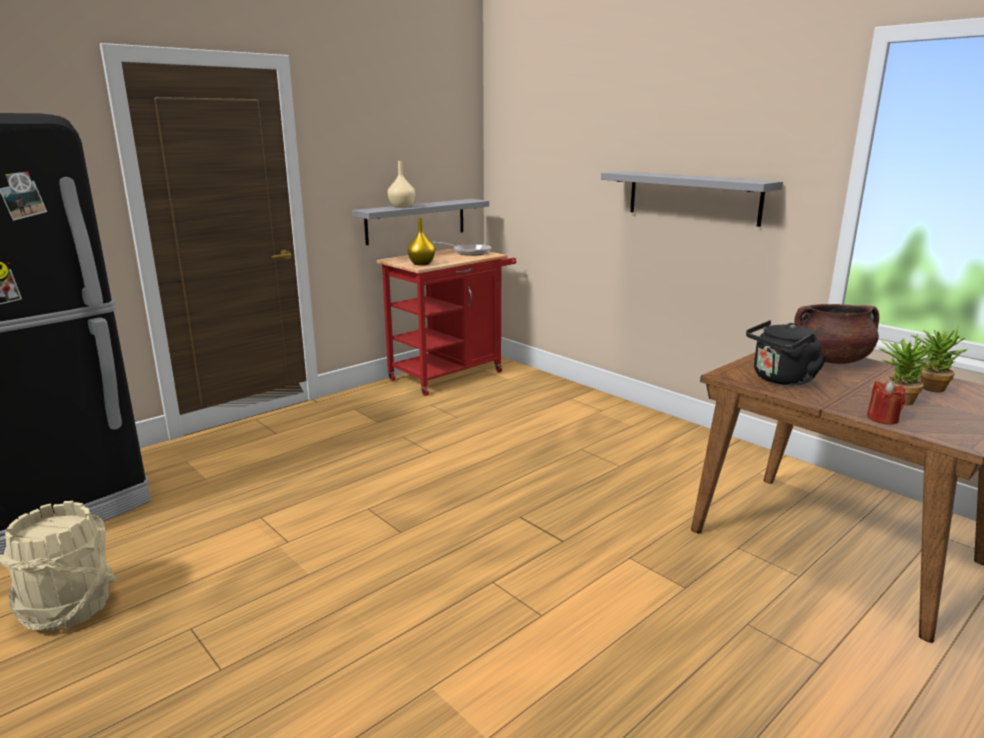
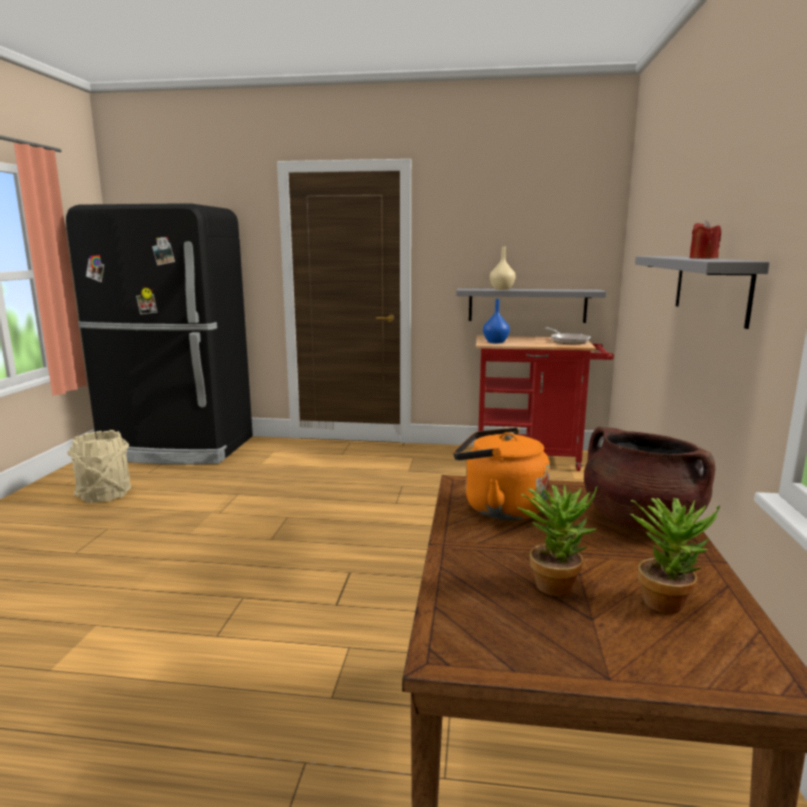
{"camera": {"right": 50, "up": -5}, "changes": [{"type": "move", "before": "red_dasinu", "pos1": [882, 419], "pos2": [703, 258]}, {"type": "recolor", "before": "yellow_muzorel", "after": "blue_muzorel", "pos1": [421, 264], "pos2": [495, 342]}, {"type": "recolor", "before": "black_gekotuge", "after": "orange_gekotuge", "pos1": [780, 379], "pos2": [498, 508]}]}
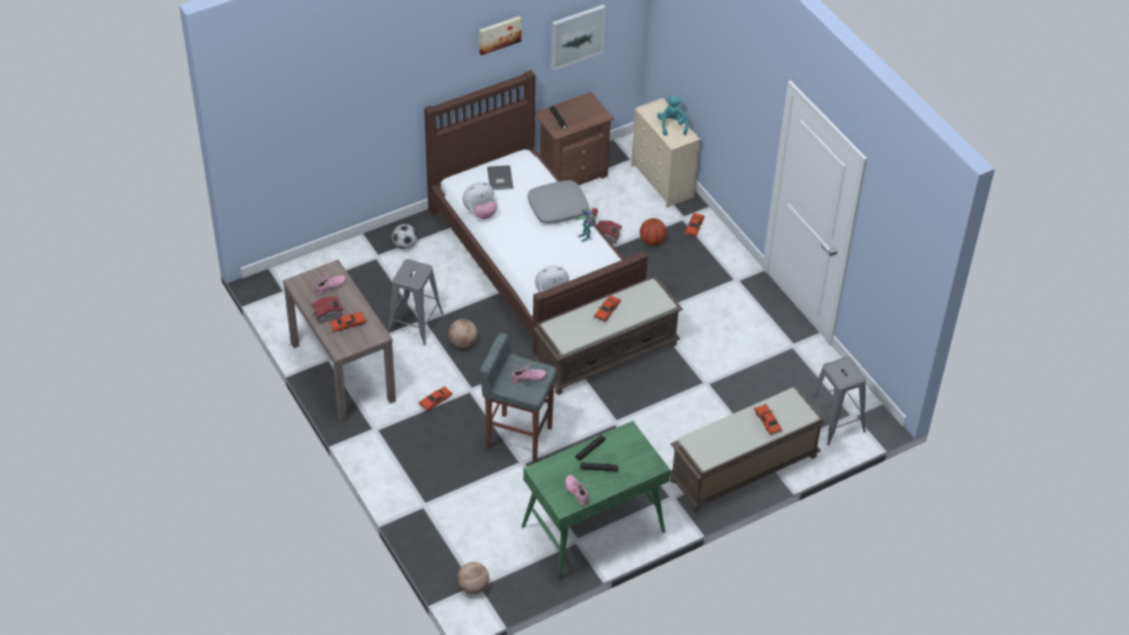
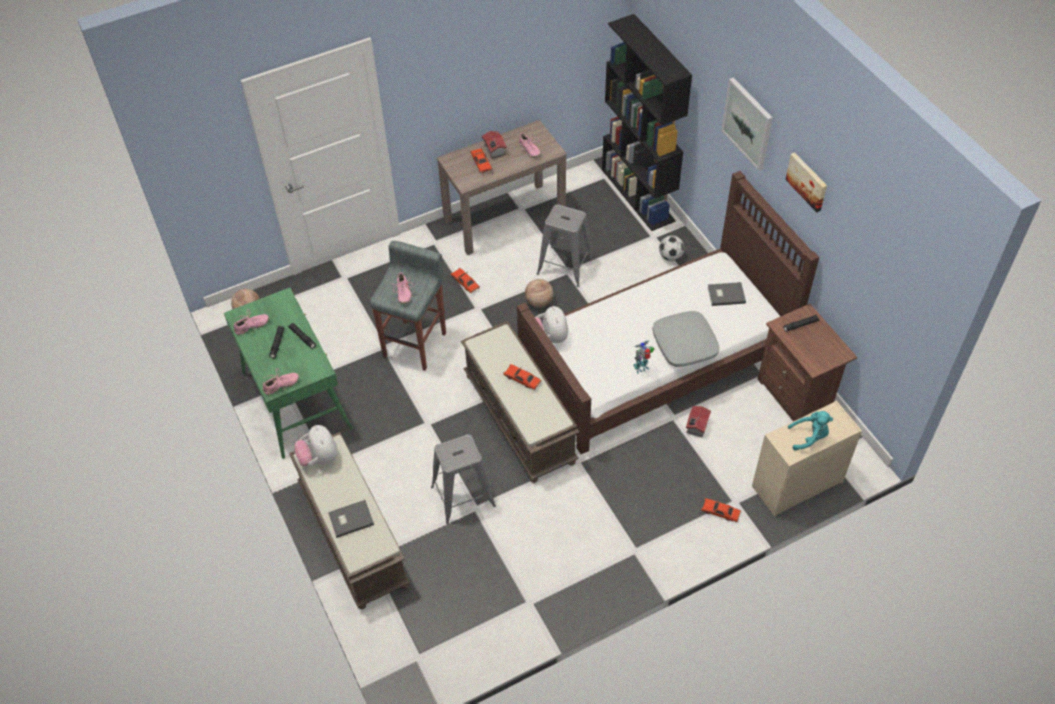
{"camera": {"right": 95, "up": 5}, "changes": [{"type": "delete", "before": "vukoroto", "pos1": [652, 241]}, {"type": "insert", "after": "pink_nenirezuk", "pos2": [281, 385]}, {"type": "insert", "after": "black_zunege", "pos2": [638, 195]}, {"type": "move", "before": "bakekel", "pos1": [480, 213], "pos2": [319, 458]}, {"type": "move", "before": "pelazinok", "pos1": [576, 36], "pos2": [748, 123]}, {"type": "move", "before": "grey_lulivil", "pos1": [834, 421], "pos2": [463, 496]}, {"type": "replace", "before": "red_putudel", "after": "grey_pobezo", "pos1": [767, 422], "pos2": [350, 519]}]}
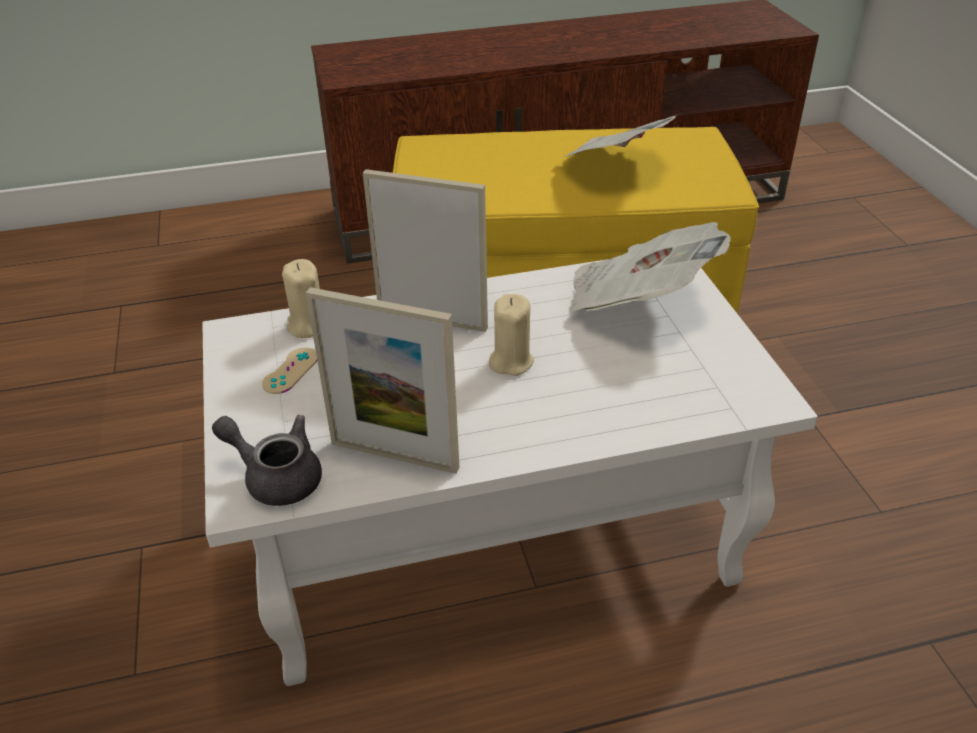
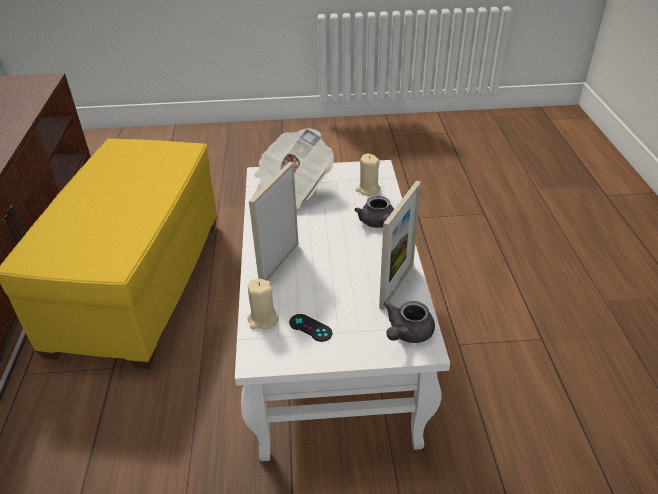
{"camera": {"right": -80, "up": 0}, "changes": [{"type": "delete", "before": "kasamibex", "pos1": [616, 165]}, {"type": "insert", "after": "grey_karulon", "pos2": [378, 223]}, {"type": "move", "before": "beige_dasinu", "pos1": [511, 361], "pos2": [368, 189]}, {"type": "recolor", "before": "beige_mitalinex", "after": "black_mitalinex", "pos1": [290, 371], "pos2": [310, 328]}]}
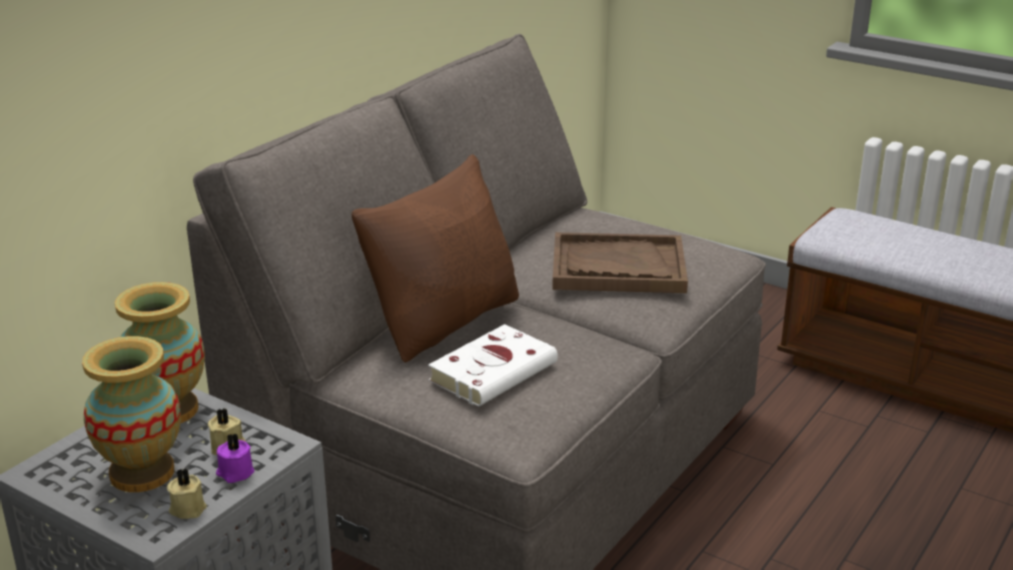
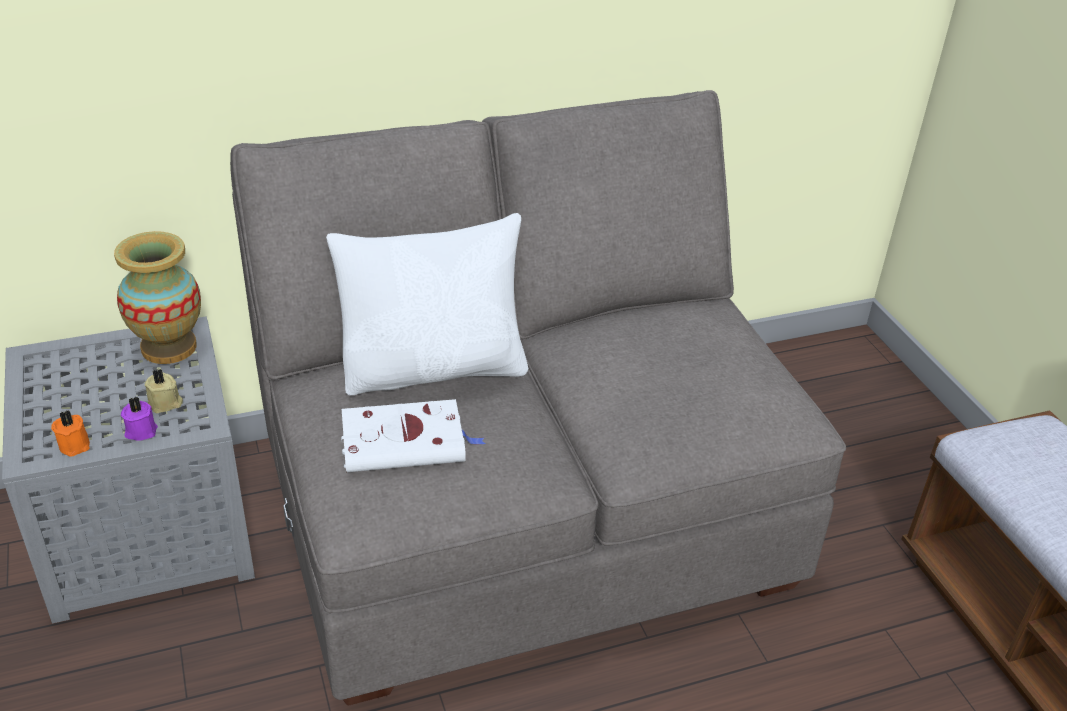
{"camera": {"right": 35, "up": 10}, "changes": [{"type": "delete", "before": "muzorel", "pos1": [141, 473]}, {"type": "delete", "before": "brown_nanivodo", "pos1": [618, 267]}, {"type": "recolor", "before": "beige_dasinu", "after": "orange_dasinu", "pos1": [188, 508], "pos2": [75, 444]}, {"type": "recolor", "before": "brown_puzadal", "after": "white_puzadal", "pos1": [445, 322], "pos2": [435, 369]}]}
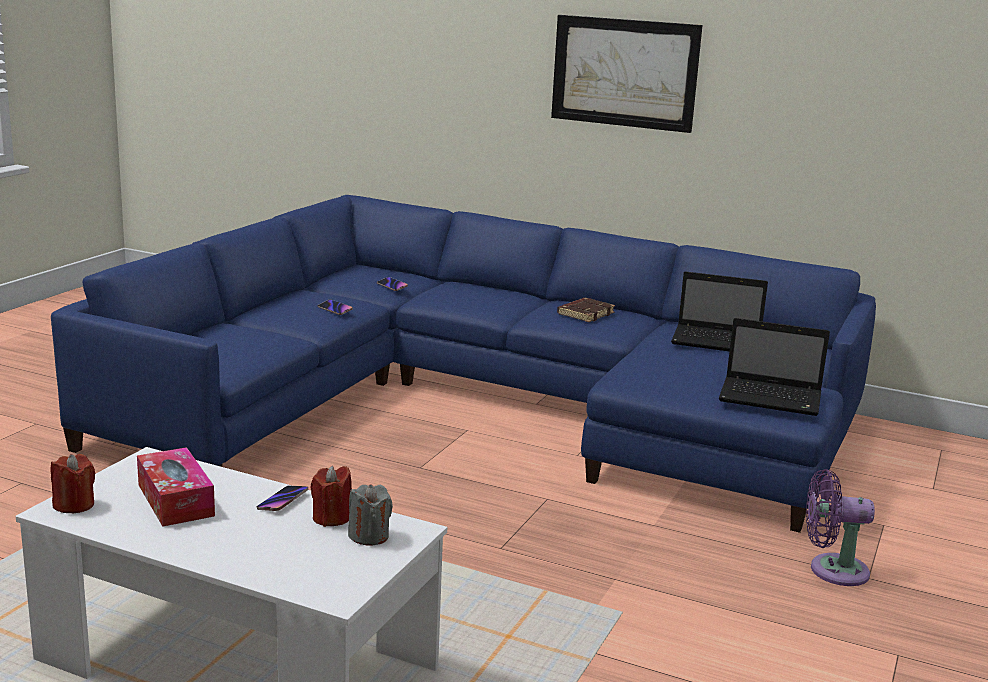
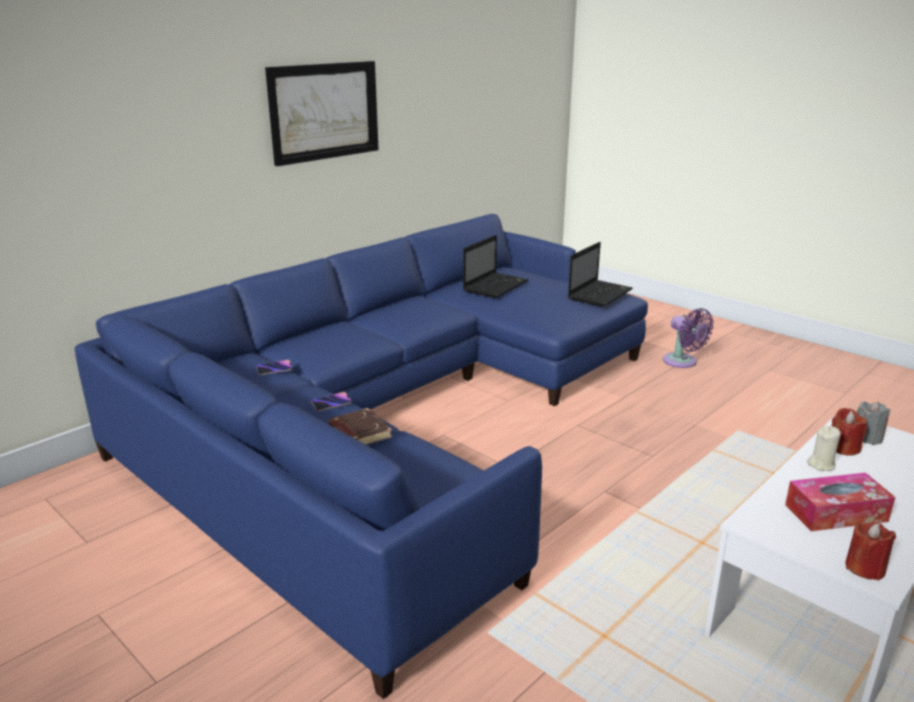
{"camera": {"right": -70, "up": 5}, "changes": [{"type": "move", "before": "brown_pobezo", "pos1": [585, 314], "pos2": [359, 433]}, {"type": "replace", "before": "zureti", "after": "beige_dasinu", "pos1": [283, 501], "pos2": [821, 465]}, {"type": "rotate", "before": "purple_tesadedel", "pos1": [832, 570], "pos2": [682, 362], "turn": -60}]}
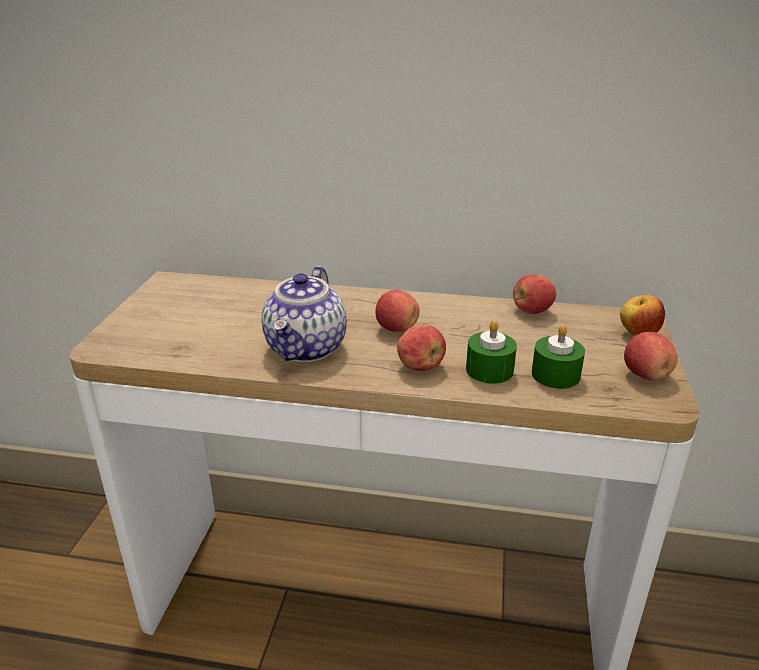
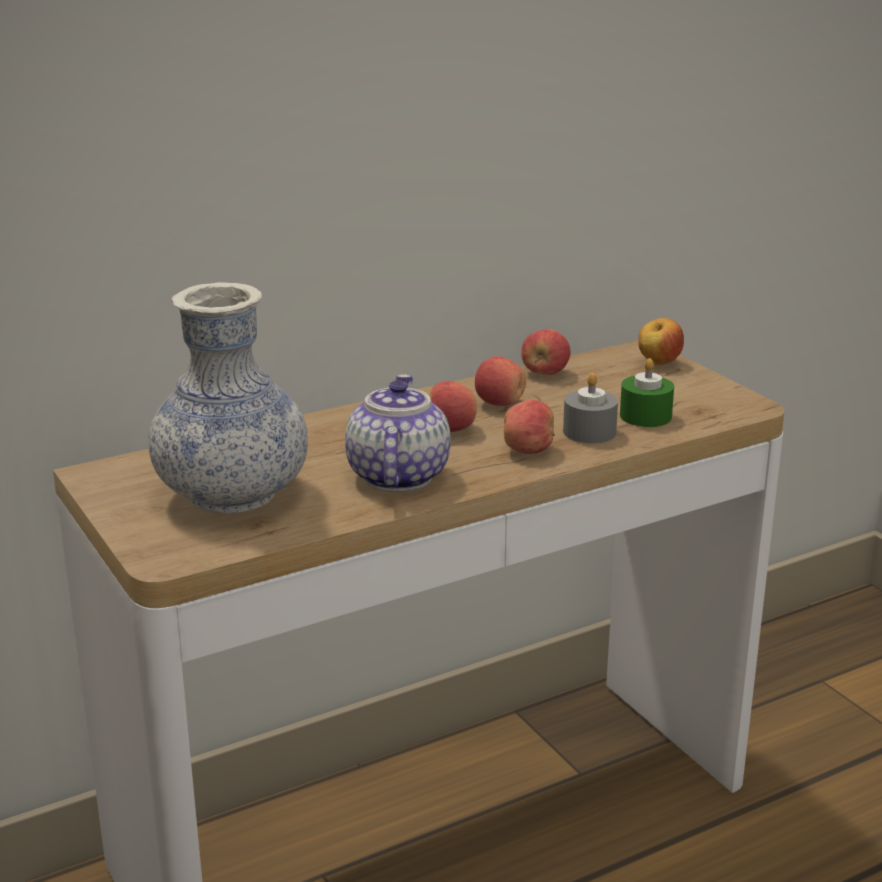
{"camera": {"right": -40, "up": -5}, "changes": [{"type": "insert", "after": "muzorel", "pos2": [232, 495]}, {"type": "move", "before": "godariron", "pos1": [645, 375], "pos2": [499, 403]}, {"type": "recolor", "before": "green_dasinu", "after": "grey_dasinu", "pos1": [489, 370], "pos2": [589, 432]}, {"type": "rotate", "before": "karulon", "pos1": [307, 348], "pos2": [396, 476], "turn": -150}]}
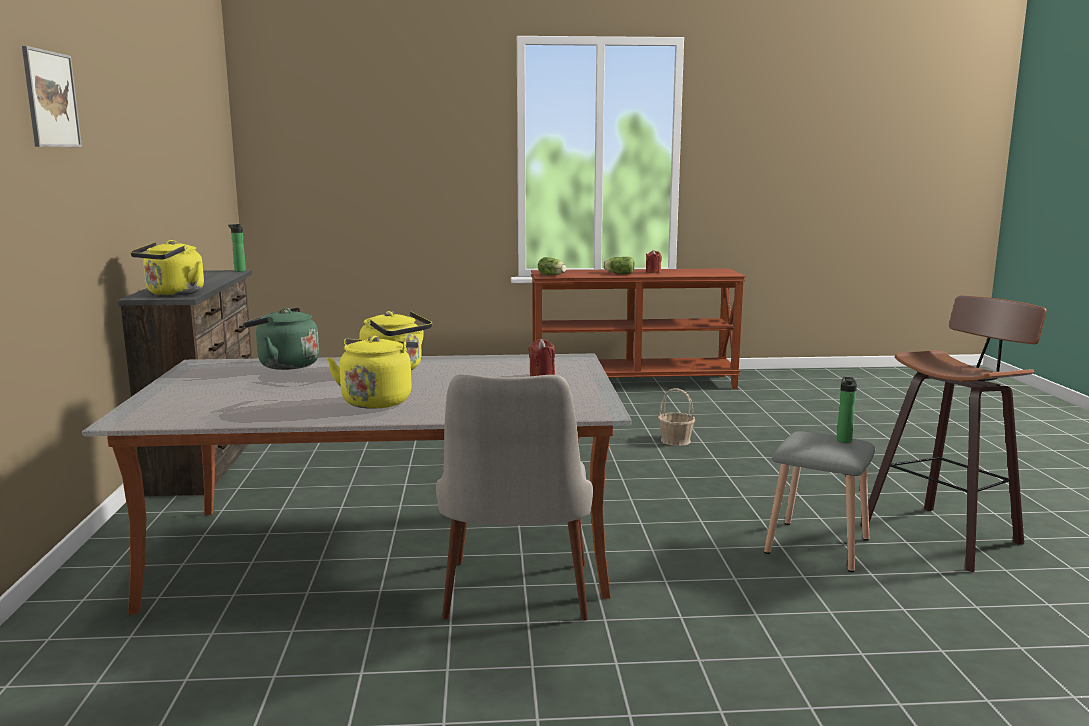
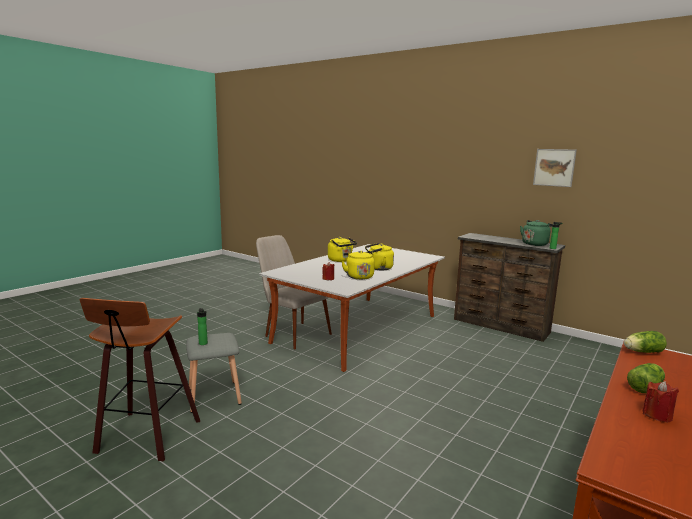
{"camera": {"right": 130, "up": 0}, "changes": [{"type": "delete", "before": "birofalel", "pos1": [675, 440]}, {"type": "move", "before": "pelazinok", "pos1": [51, 99], "pos2": [554, 167]}, {"type": "move", "before": "yellow_gekotuge", "pos1": [173, 294], "pos2": [358, 276]}, {"type": "move", "before": "green_gekotuge", "pos1": [284, 365], "pos2": [535, 244]}]}
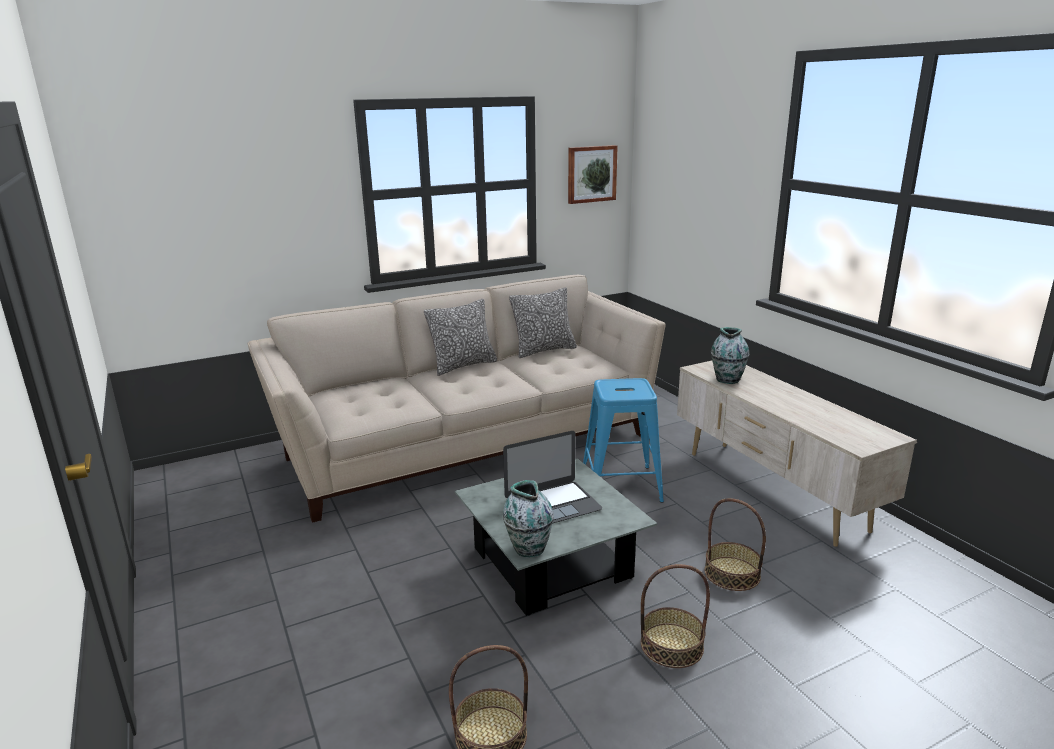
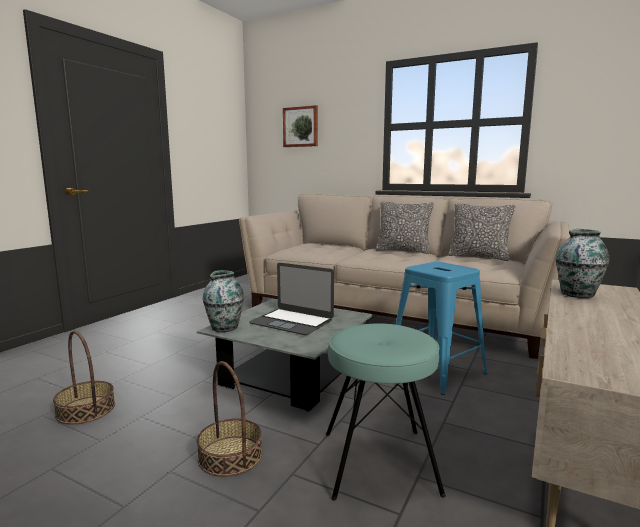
{"camera": {"right": 55, "up": -10}, "changes": [{"type": "move", "before": "pelazinok", "pos1": [591, 174], "pos2": [301, 127]}, {"type": "replace", "before": "birofalel", "after": "turquoise_lulivil", "pos1": [732, 573], "pos2": [379, 462]}]}
